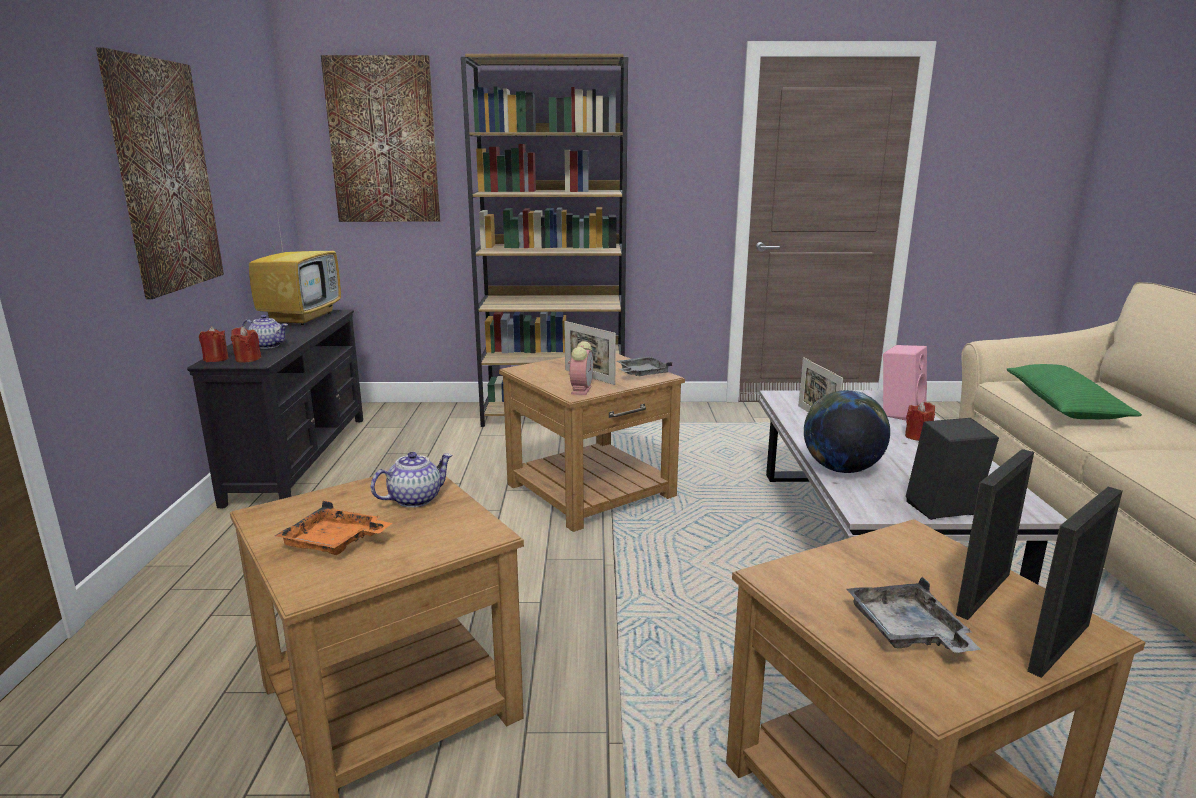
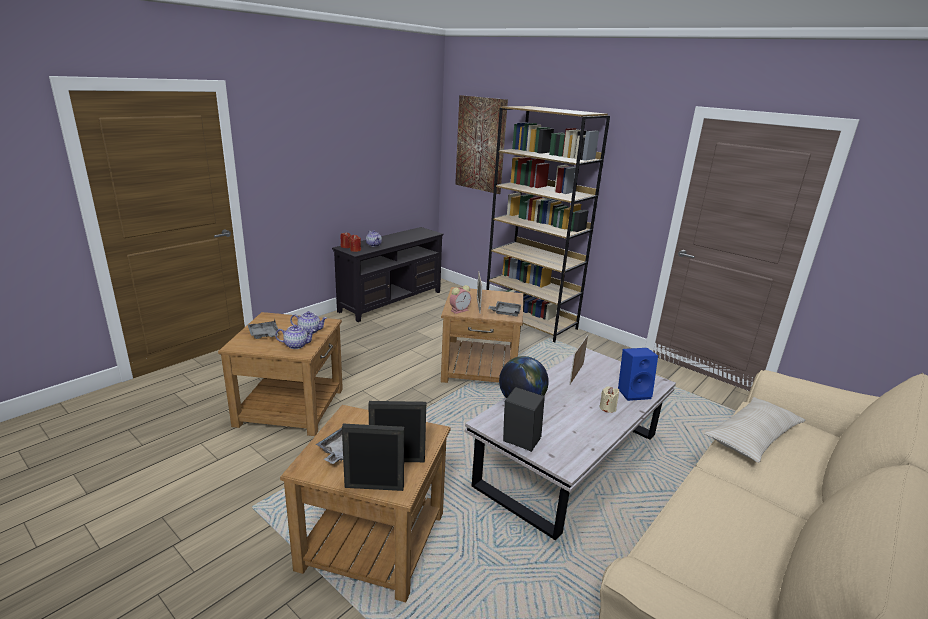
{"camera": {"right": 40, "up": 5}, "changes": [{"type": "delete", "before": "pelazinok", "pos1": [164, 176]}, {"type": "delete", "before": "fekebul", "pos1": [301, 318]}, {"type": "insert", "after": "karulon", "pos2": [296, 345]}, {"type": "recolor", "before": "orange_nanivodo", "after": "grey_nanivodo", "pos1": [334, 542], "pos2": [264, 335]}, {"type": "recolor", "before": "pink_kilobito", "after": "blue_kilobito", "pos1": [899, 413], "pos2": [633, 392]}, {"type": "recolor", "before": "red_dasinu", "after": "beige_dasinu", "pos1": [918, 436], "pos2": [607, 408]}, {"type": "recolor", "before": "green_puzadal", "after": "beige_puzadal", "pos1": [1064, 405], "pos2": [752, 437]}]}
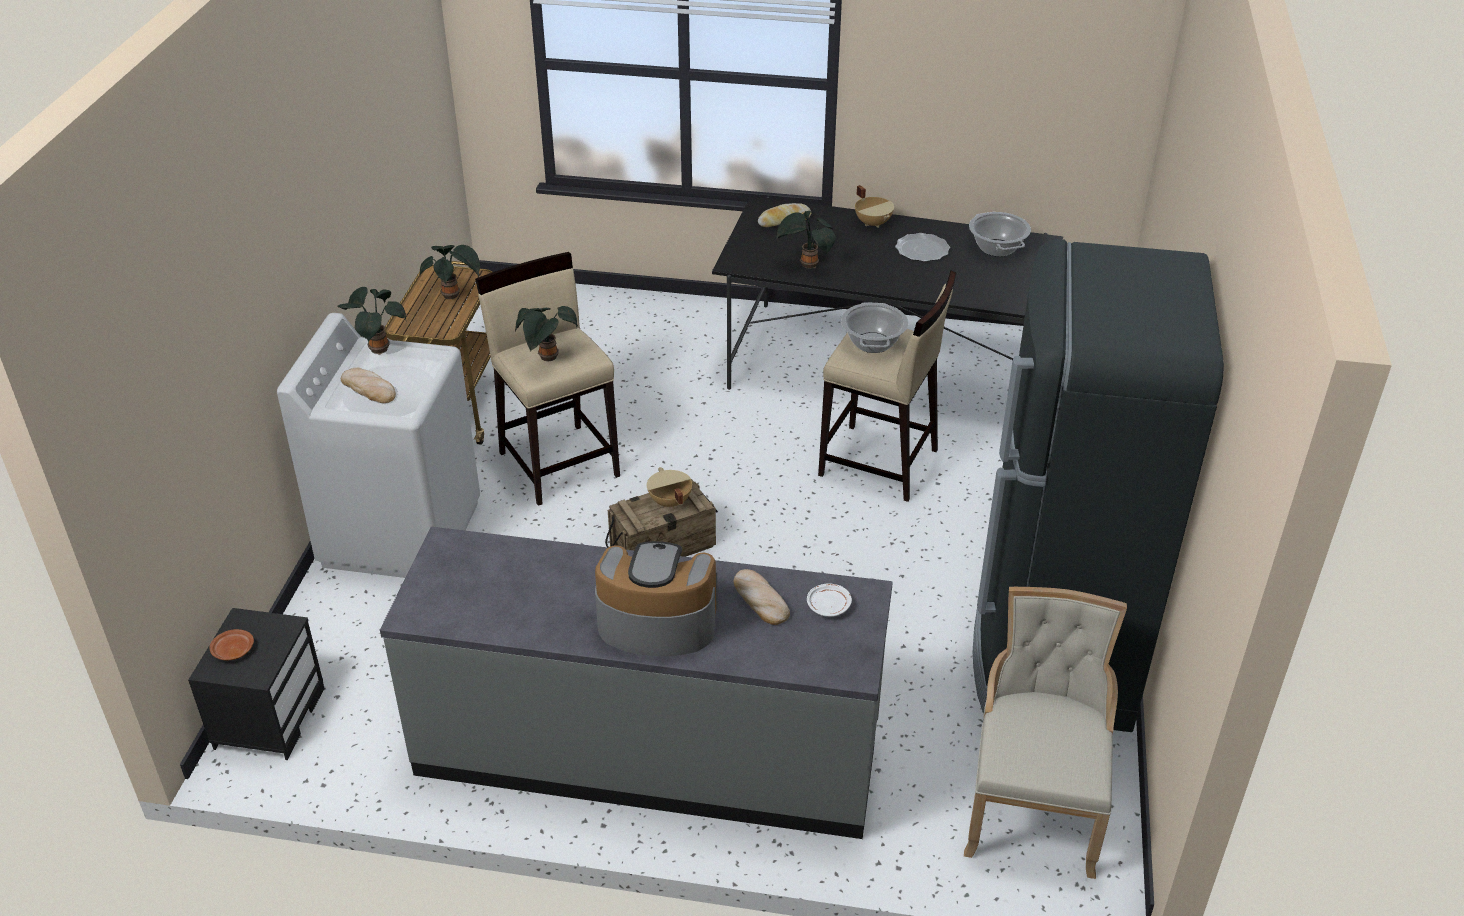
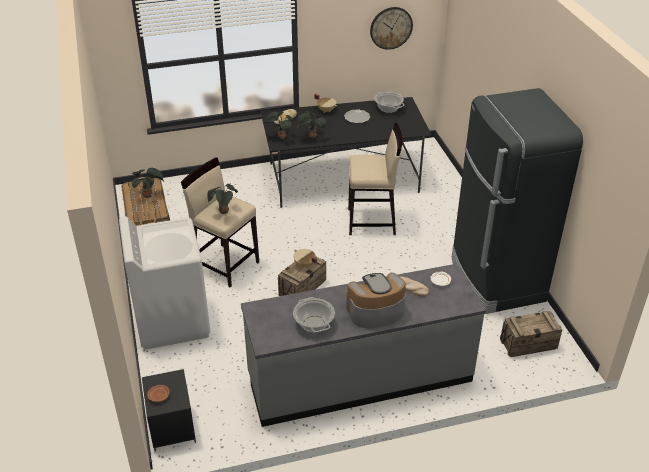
{"camera": {"right": -25, "up": 0}, "changes": [{"type": "delete", "before": "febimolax", "pos1": [369, 388]}, {"type": "insert", "after": "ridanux", "pos2": [391, 28]}, {"type": "move", "before": "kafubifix", "pos1": [377, 349], "pos2": [280, 137]}, {"type": "move", "before": "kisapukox", "pos1": [873, 343], "pos2": [314, 324]}, {"type": "replace", "before": "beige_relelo", "after": "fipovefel", "pos1": [1033, 806], "pos2": [528, 344]}]}
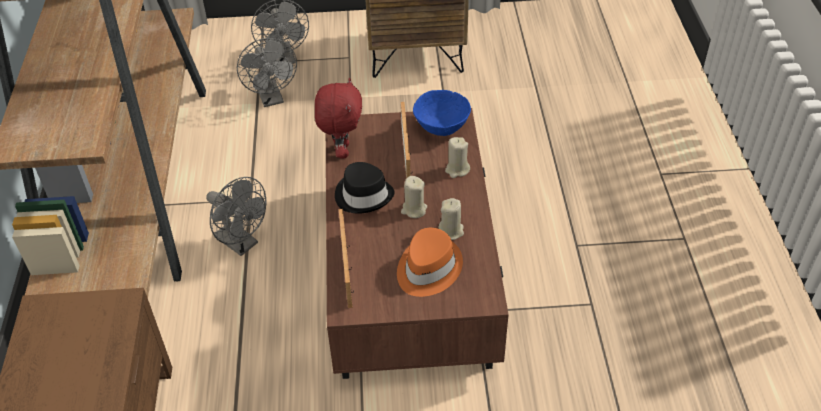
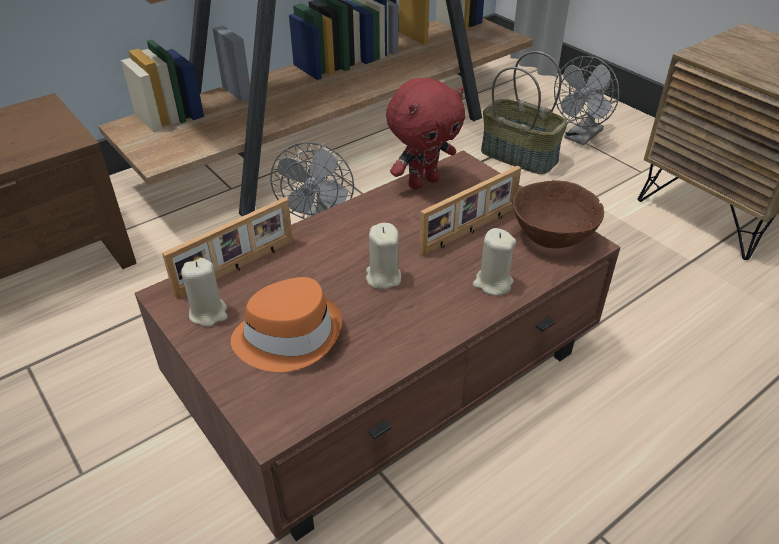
{"camera": {"right": 55, "up": -5}, "changes": [{"type": "delete", "before": "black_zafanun", "pos1": [364, 195]}, {"type": "move", "before": "beige_dasinu", "pos1": [451, 231], "pos2": [208, 313]}, {"type": "replace", "before": "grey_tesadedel", "after": "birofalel", "pos1": [272, 99], "pos2": [520, 156]}, {"type": "recolor", "before": "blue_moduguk", "after": "brown_moduguk", "pos1": [441, 127], "pos2": [551, 237]}]}
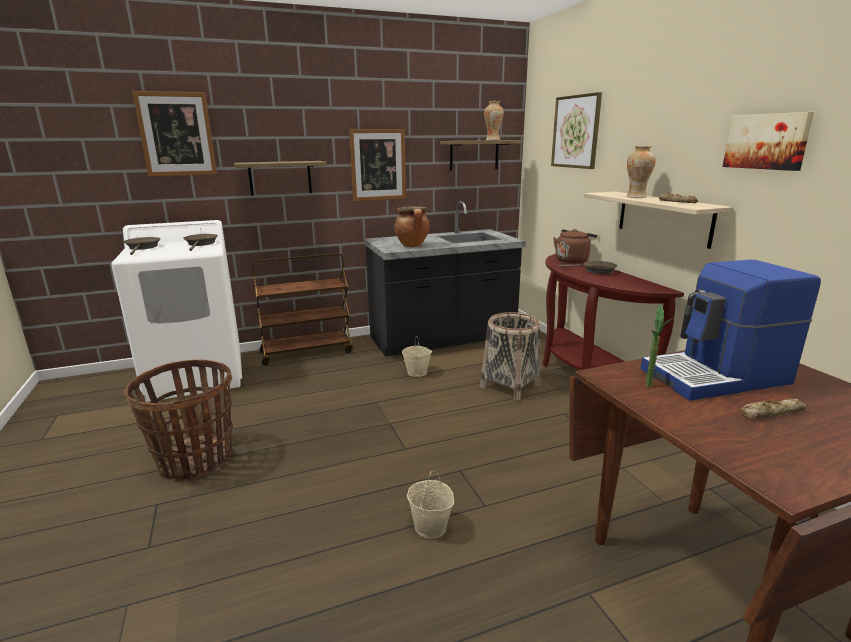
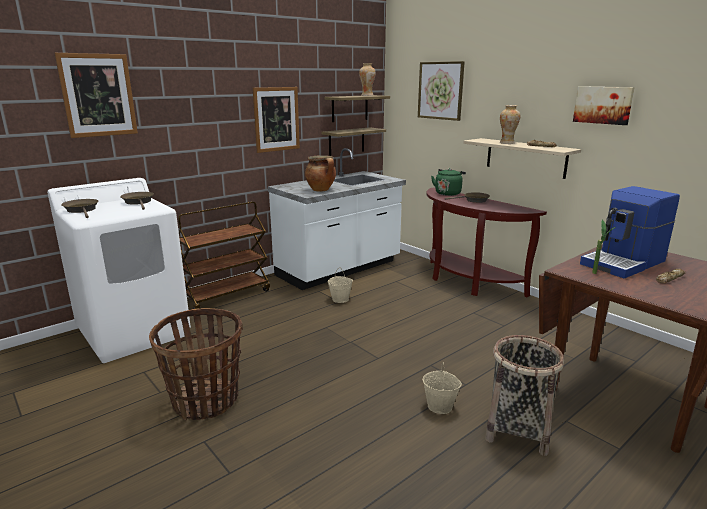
{"camera": {"right": -20, "up": 0}, "changes": [{"type": "move", "before": "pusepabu", "pos1": [280, 178], "pos2": [346, 141]}, {"type": "move", "before": "birofalel", "pos1": [510, 386], "pos2": [517, 430]}, {"type": "recolor", "before": "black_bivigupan", "after": "white_bivigupan", "pos1": [443, 339], "pos2": [339, 269]}, {"type": "recolor", "before": "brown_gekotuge", "after": "green_gekotuge", "pos1": [572, 260], "pos2": [448, 193]}]}
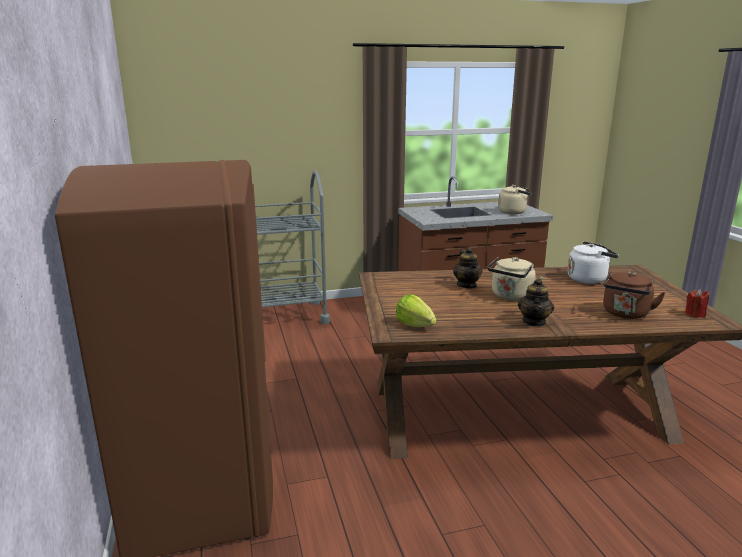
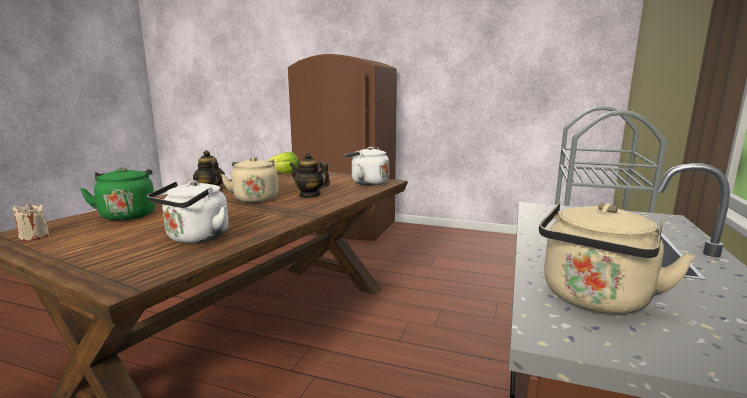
{"camera": {"right": 125, "up": -5}, "changes": [{"type": "insert", "after": "white_gekotuge", "pos2": [367, 183]}, {"type": "recolor", "before": "brown_gekotuge", "after": "green_gekotuge", "pos1": [625, 314], "pos2": [128, 215]}, {"type": "recolor", "before": "red_dasinu", "after": "beige_dasinu", "pos1": [694, 314], "pos2": [34, 236]}]}
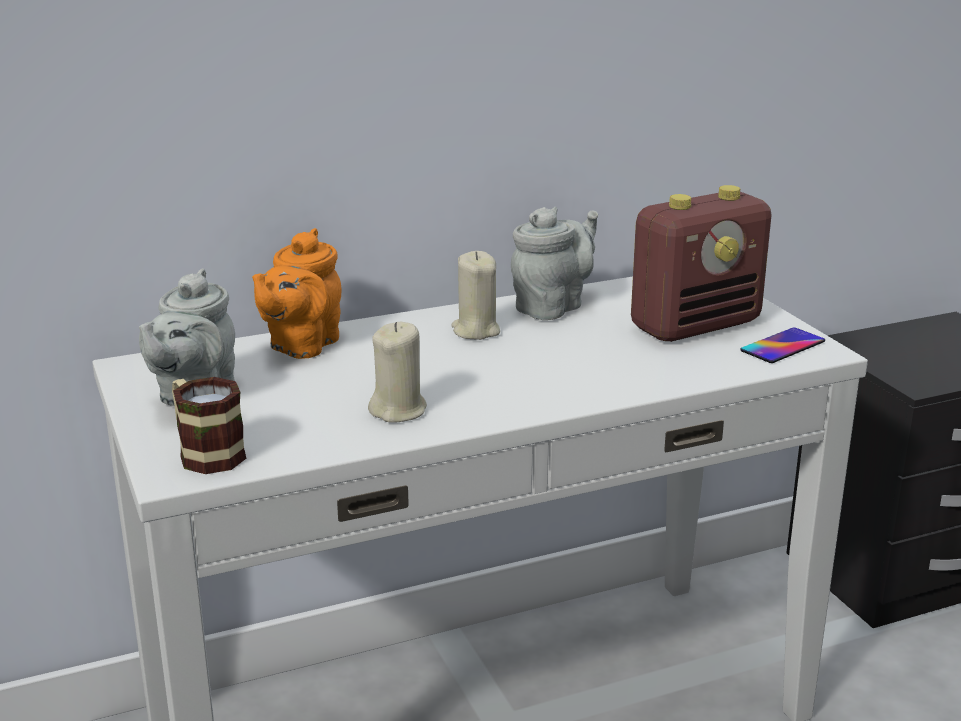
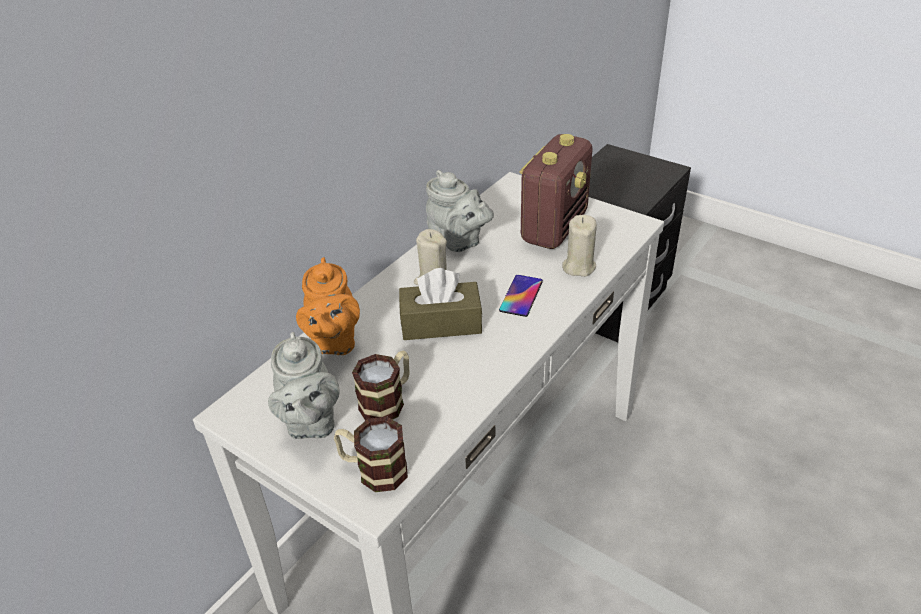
{"camera": {"right": -30, "up": 15}, "changes": [{"type": "insert", "after": "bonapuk", "pos2": [388, 400]}, {"type": "insert", "after": "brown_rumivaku", "pos2": [441, 323]}, {"type": "move", "before": "beige_dasinu", "pos1": [398, 410], "pos2": [578, 266]}, {"type": "move", "before": "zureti", "pos1": [782, 346], "pos2": [521, 296]}, {"type": "rotate", "before": "grey_karulon", "pos1": [553, 307], "pos2": [458, 242], "turn": 120}]}
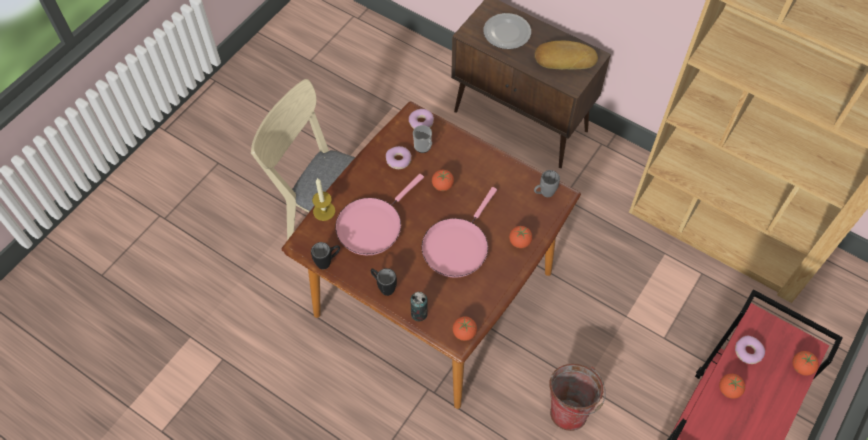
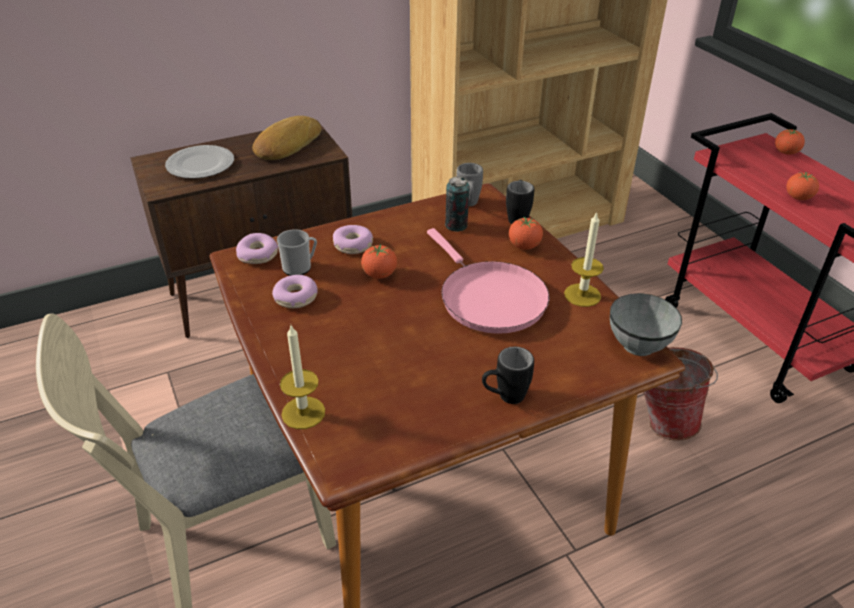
{"camera": {"right": -60, "up": -20}, "changes": [{"type": "delete", "before": "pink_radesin", "pos1": [372, 225]}, {"type": "insert", "after": "dasinu", "pos2": [582, 295]}, {"type": "move", "before": "black_bonapuk", "pos1": [328, 261], "pos2": [517, 217]}, {"type": "move", "before": "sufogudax", "pos1": [419, 314], "pos2": [456, 225]}, {"type": "move", "before": "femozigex", "pos1": [748, 352], "pos2": [353, 245]}, {"type": "replace", "before": "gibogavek", "after": "grey_moduguk", "pos1": [464, 333], "pos2": [638, 344]}]}
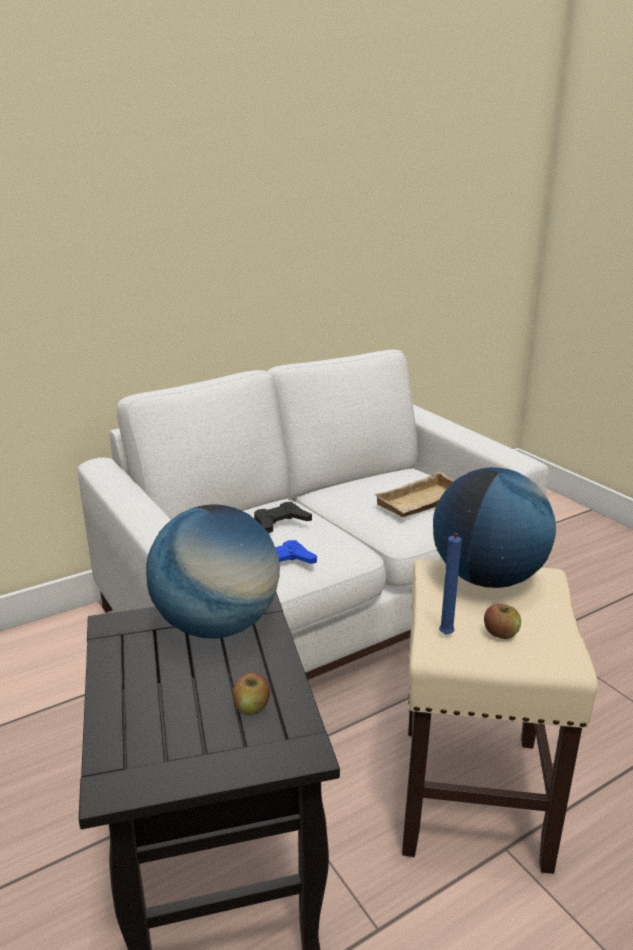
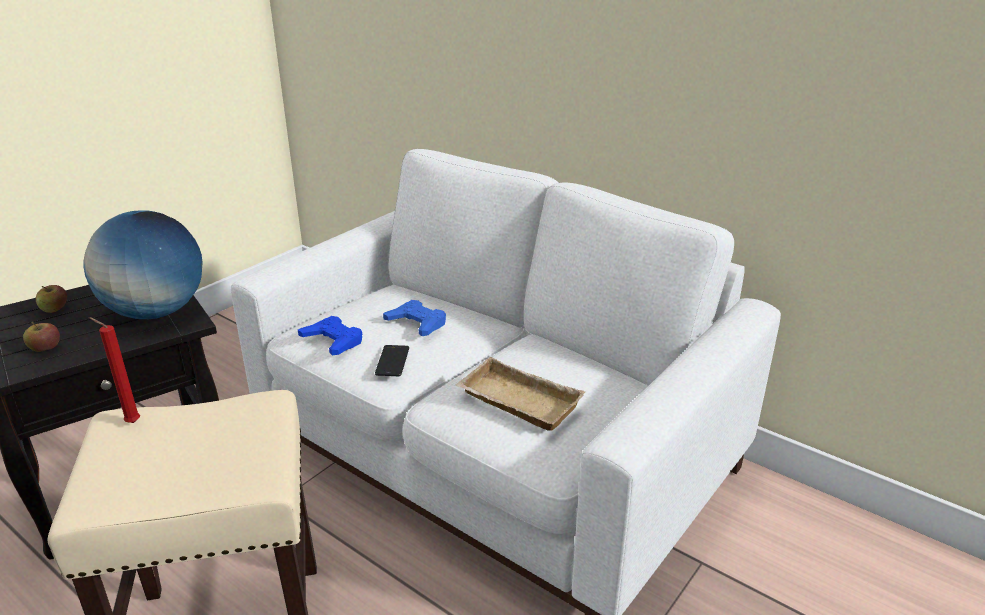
{"camera": {"right": 70, "up": 5}, "changes": [{"type": "delete", "before": "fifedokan", "pos1": [487, 578]}, {"type": "insert", "after": "zureti", "pos2": [392, 361]}, {"type": "move", "before": "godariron", "pos1": [501, 633], "pos2": [55, 309]}, {"type": "recolor", "before": "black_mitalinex", "after": "blue_mitalinex", "pos1": [280, 522], "pos2": [417, 323]}, {"type": "recolor", "before": "blue_dasinu", "after": "red_dasinu", "pos1": [445, 636], "pos2": [130, 422]}]}
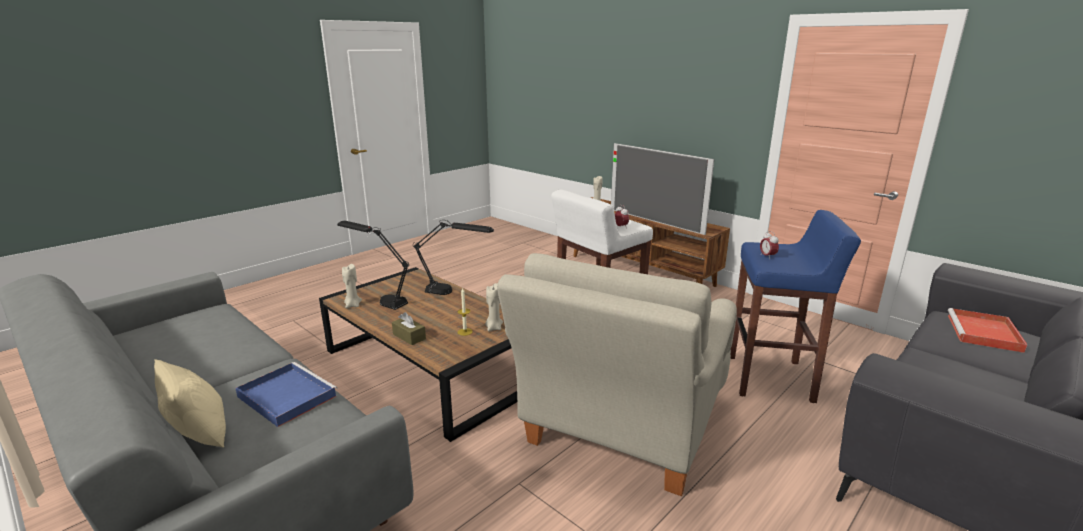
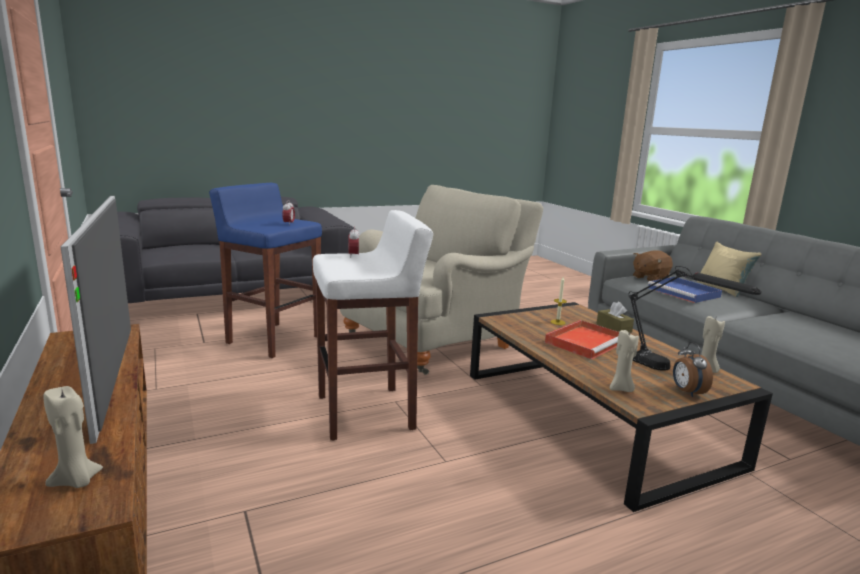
{"camera": {"right": -160, "up": -5}, "changes": [{"type": "delete", "before": "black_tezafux", "pos1": [455, 293]}, {"type": "insert", "after": "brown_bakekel", "pos2": [649, 278]}, {"type": "insert", "after": "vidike", "pos2": [687, 392]}, {"type": "move", "before": "beige_dasinu", "pos1": [494, 328], "pos2": [621, 389]}, {"type": "move", "before": "red_nanivodo", "pos1": [984, 333], "pos2": [585, 342]}]}
